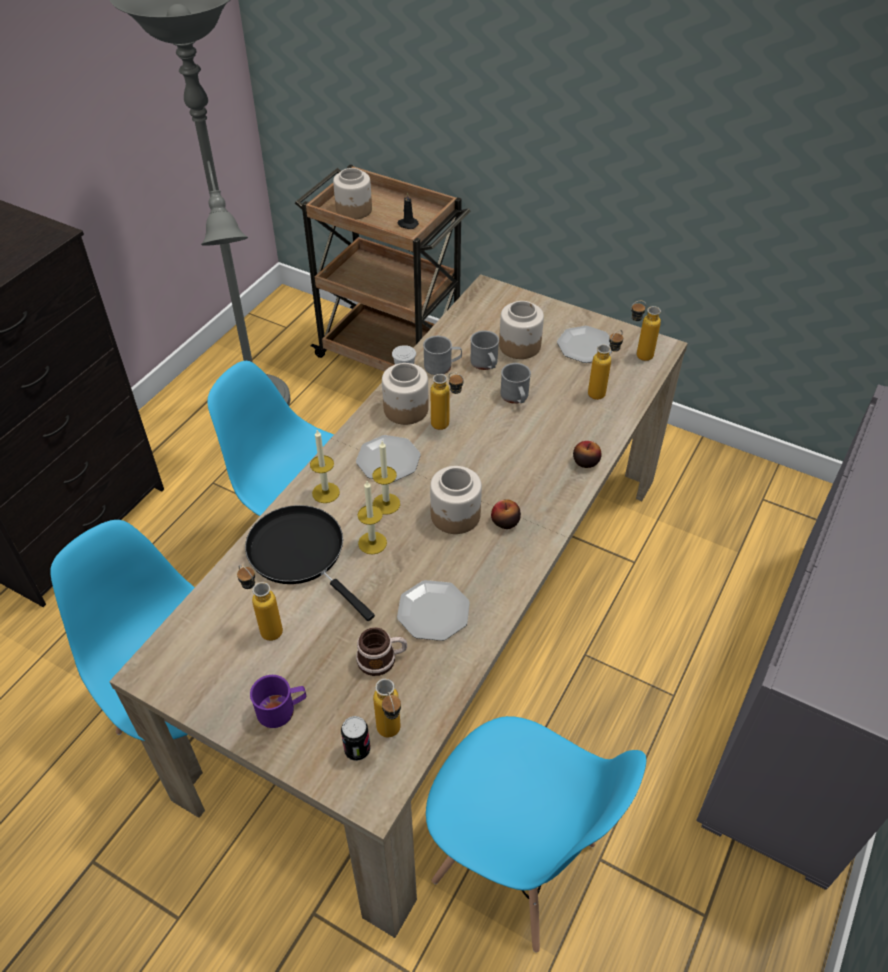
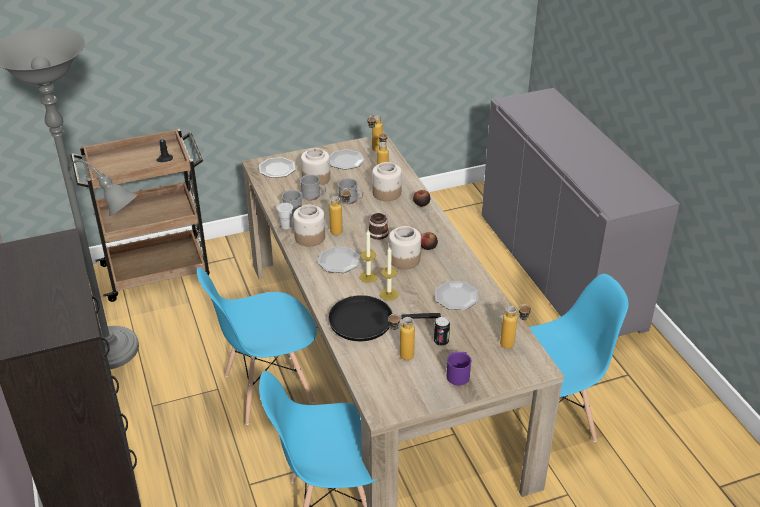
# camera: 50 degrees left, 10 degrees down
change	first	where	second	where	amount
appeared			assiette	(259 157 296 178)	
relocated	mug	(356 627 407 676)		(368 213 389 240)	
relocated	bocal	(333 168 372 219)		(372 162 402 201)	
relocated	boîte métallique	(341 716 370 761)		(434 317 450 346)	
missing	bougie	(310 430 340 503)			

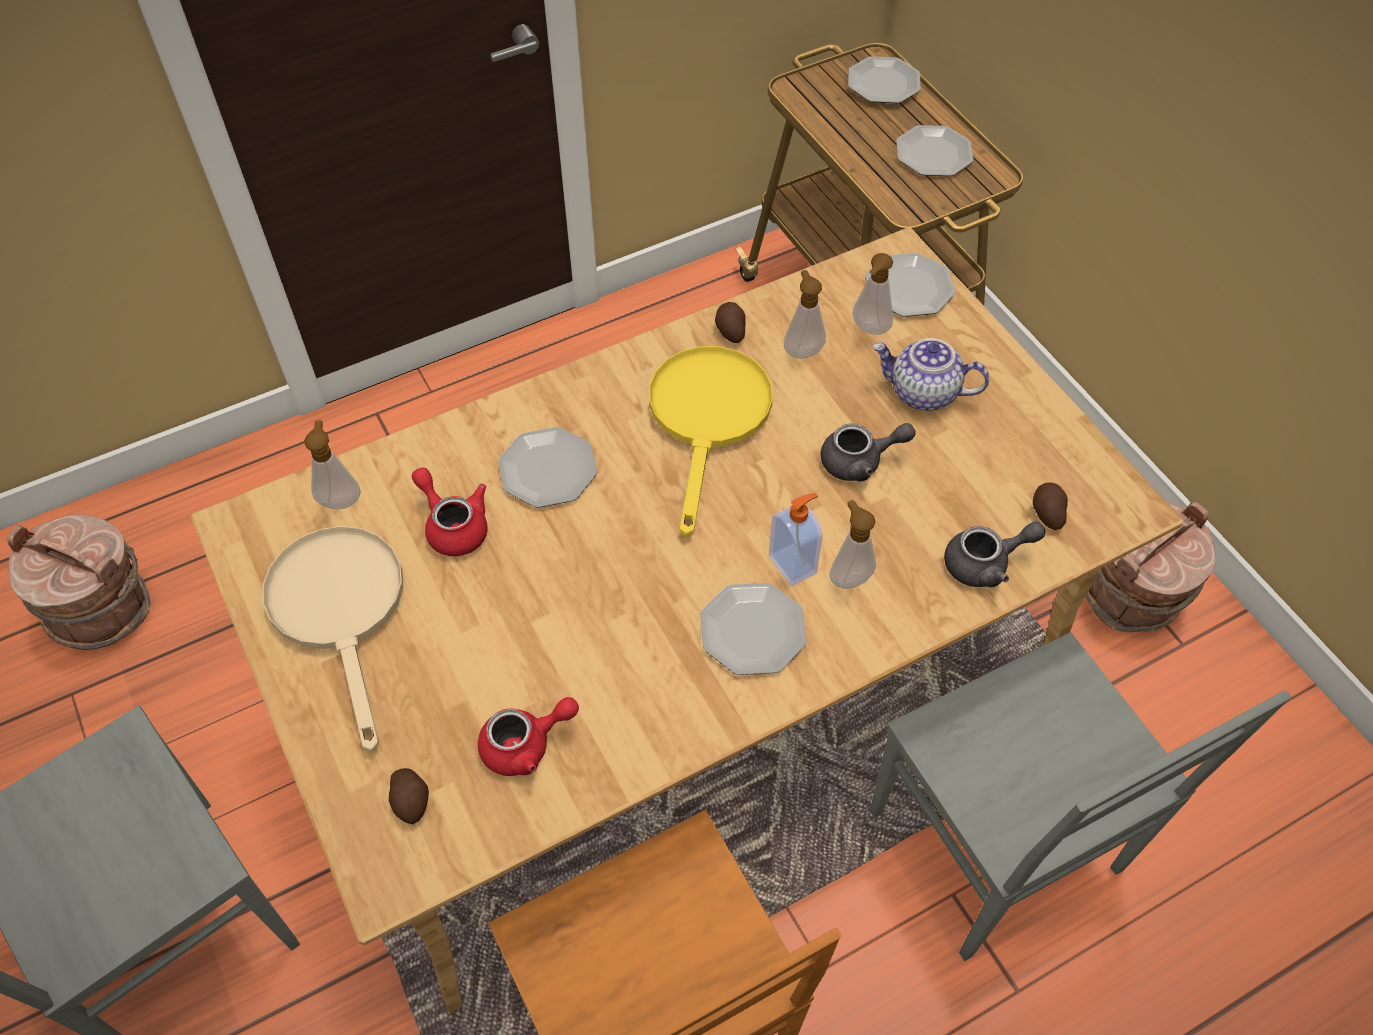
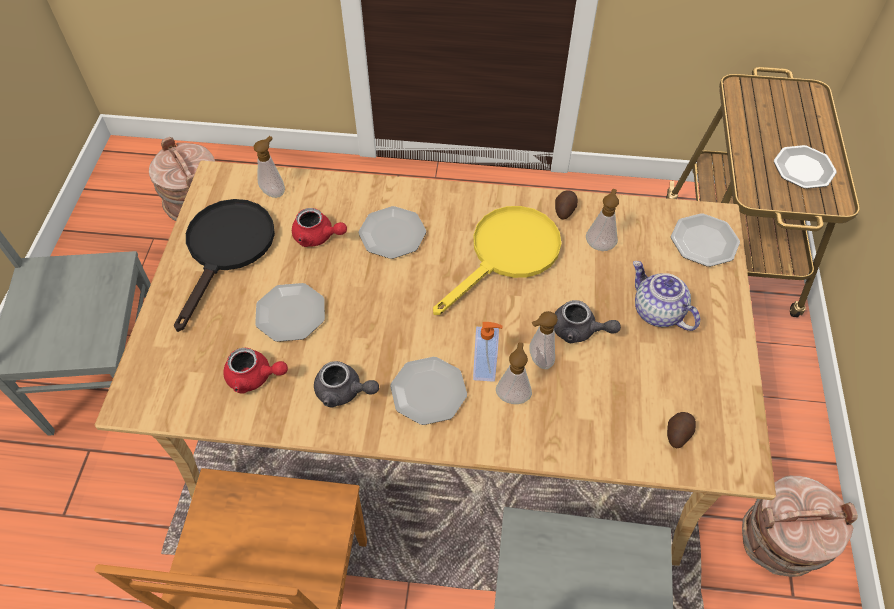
# camera: 35 degrees right, 0 degrees up
change	first	where	second	where	amount
colour	poêle (beige)	(263 526 404 752)	poêle (noir)	(174 199 275 332)	
relocated	assiette	(848 56 921 103)		(255 283 325 342)	
spun	théière (rouge)	(412 467 488 556)		(292 208 347 247)	120 degrees clockwise
relocated	théière (gris)	(944 522 1045 587)		(314 361 379 408)	
relocated	distributeur de savon	(852 253 893 335)		(529 311 558 369)	
missing	pomme de terre	(389 768 429 824)			

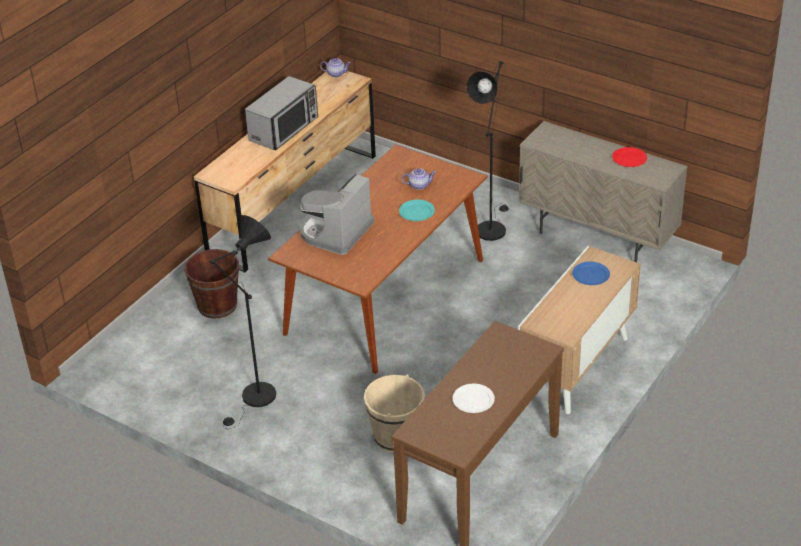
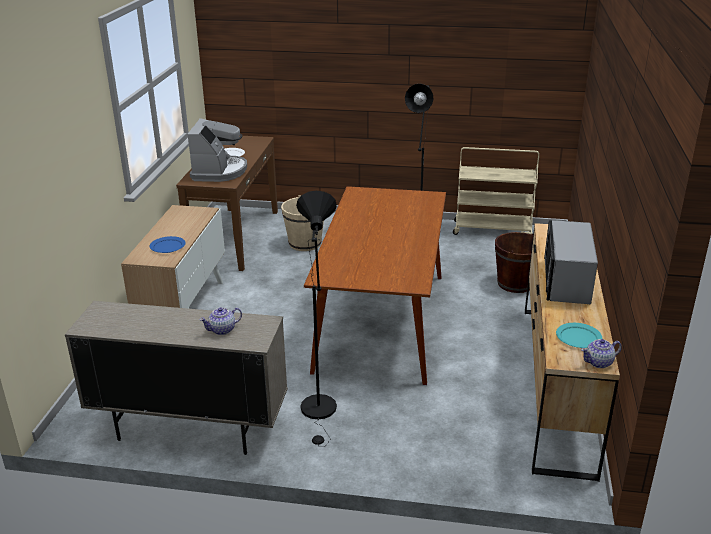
# camera: 155 degrees right, 10 degrees down
change	first	where	second	where	amount
relocated	machine à café	(299 173 374 255)		(187 118 247 182)	
relocated	théière	(402 168 436 190)		(199 307 242 335)	
appeared			chariot (beige)	(453 147 539 235)	
relocated	assiette (turquoise)	(399 200 435 221)		(556 323 602 348)	
missing	assiette (rouge)	(612 147 647 167)			

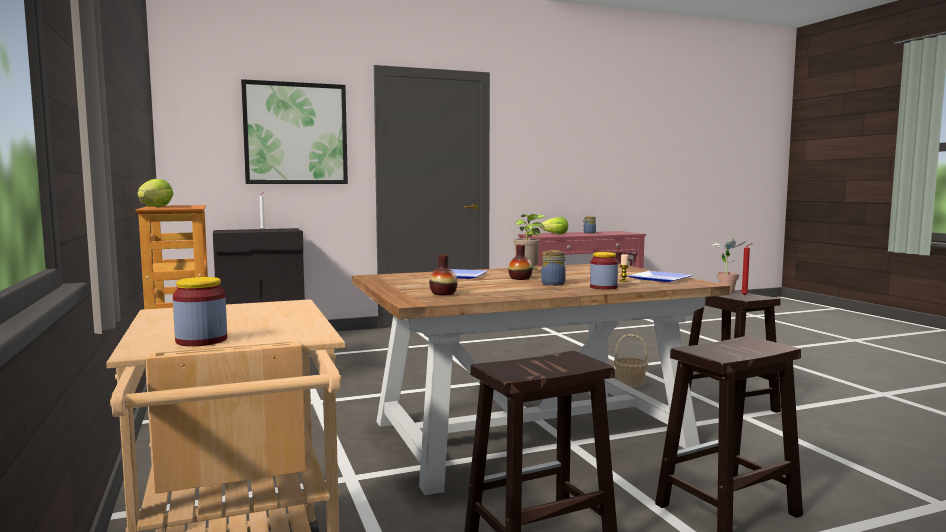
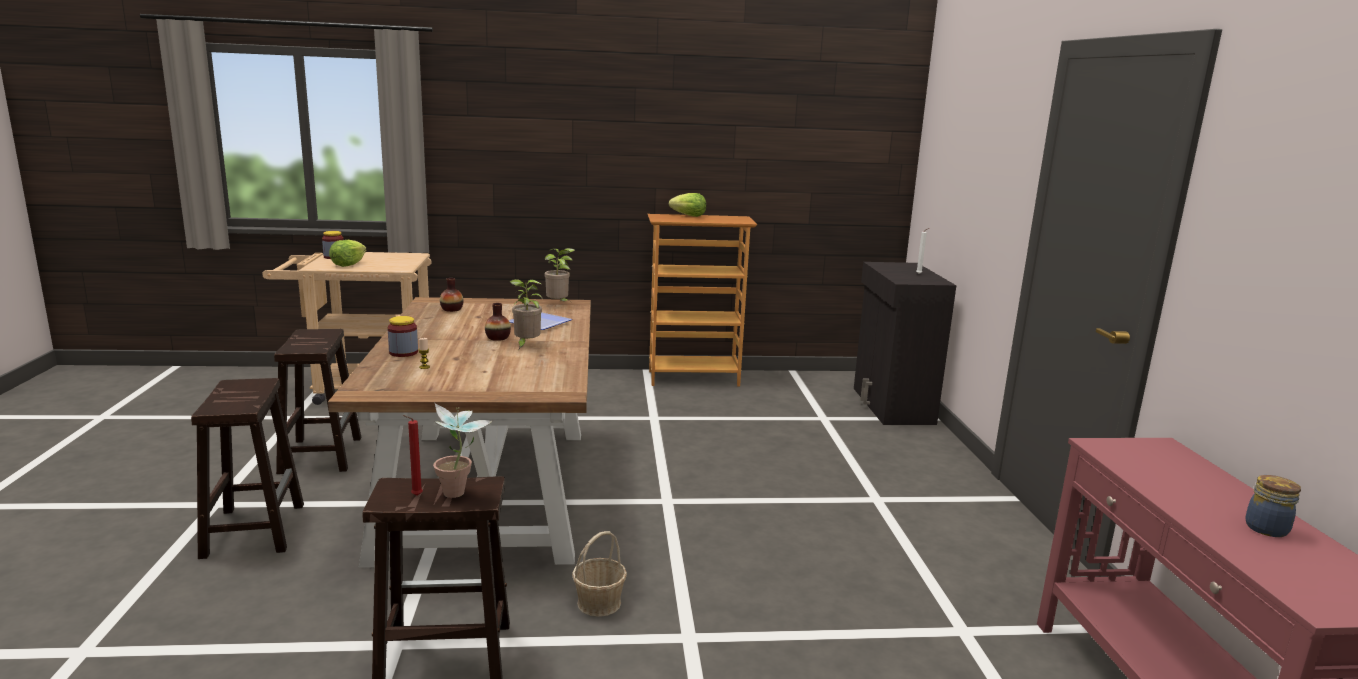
# camera: 105 degrees right, 10 degrees up
change	first	where	second	where	amount
relocated	laitue	(540 217 568 234)		(329 240 366 267)	
appeared			plante en pot	(545 248 575 302)	
missing	tableau	(241 79 348 184)			
missing	bocal	(541 250 566 286)			
missing	assiette	(628 271 692 282)			

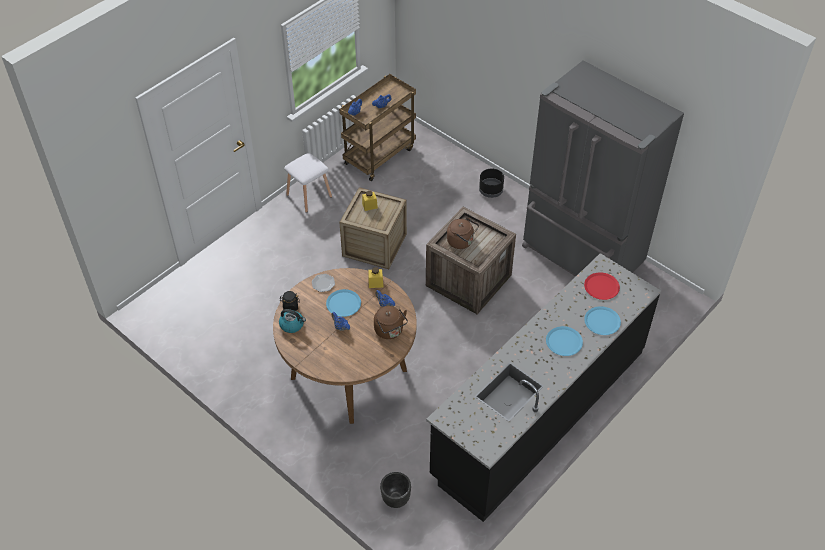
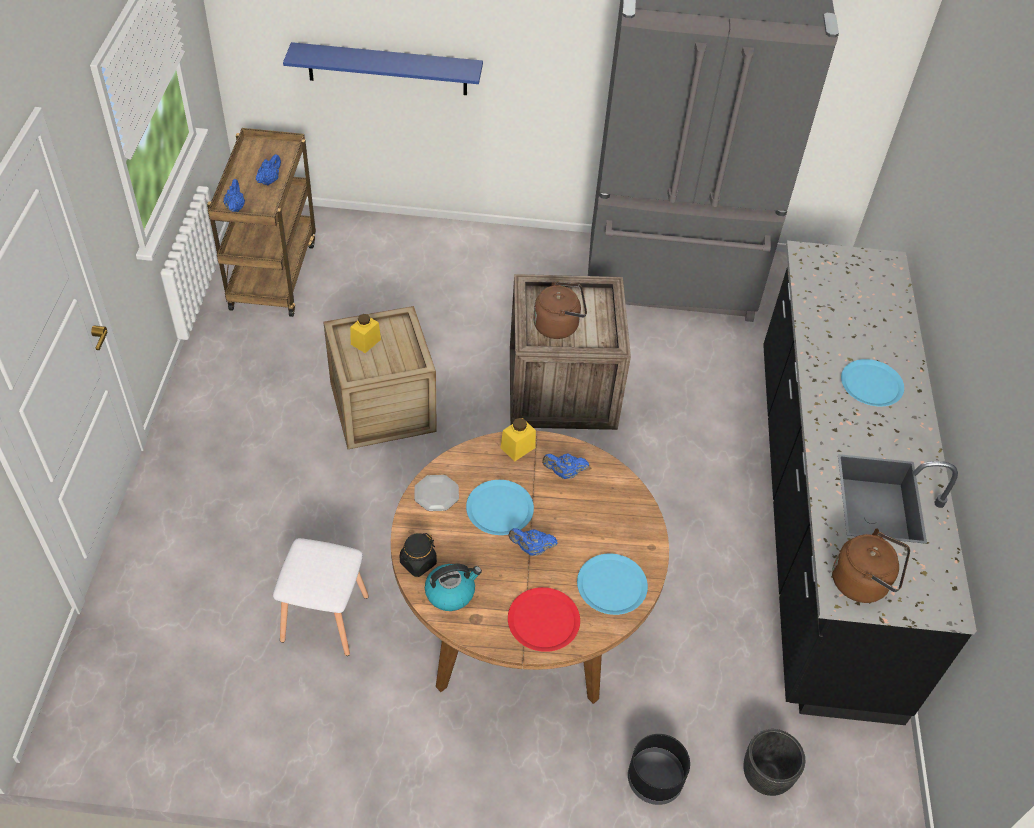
# camera: 40 degrees left, 0 degrees up
change	first	where	second	where	amount
relocated	tabouret (blanc)	(284 153 332 213)		(273 538 369 656)	
appeared			étagère (bleu)	(283 42 483 95)	
relocated	assiette (rouge)	(584 272 620 300)		(508 587 580 652)	
relocated	assiette (bleu)	(584 306 621 335)		(577 554 648 615)	
relocated	cache-pot (noir)	(479 169 504 198)		(628 734 690 805)	
relocated	bouilloire (marron)	(374 306 408 339)		(832 529 910 603)	

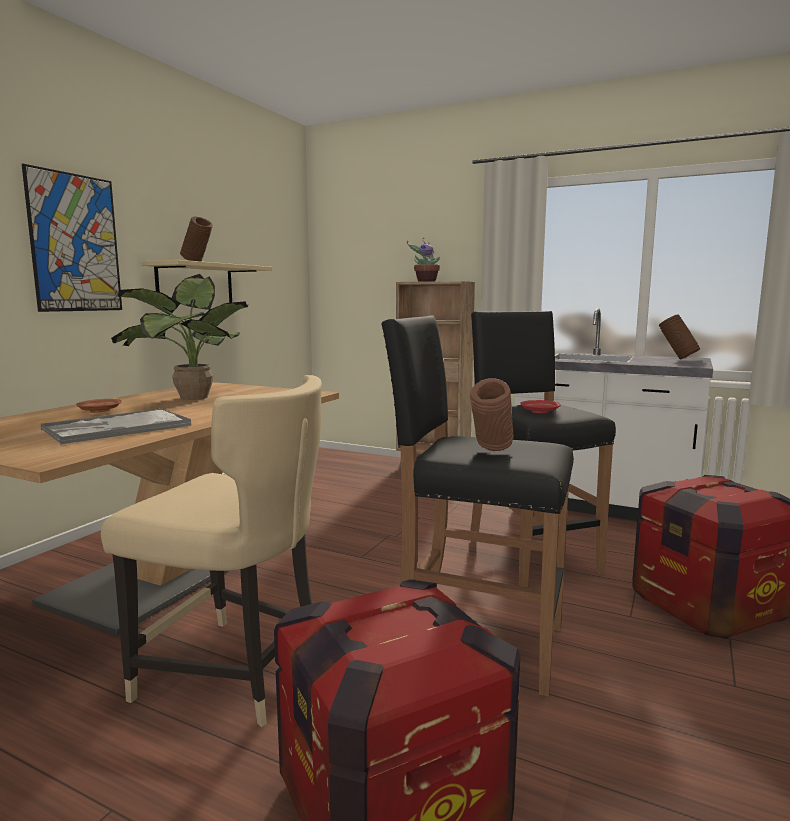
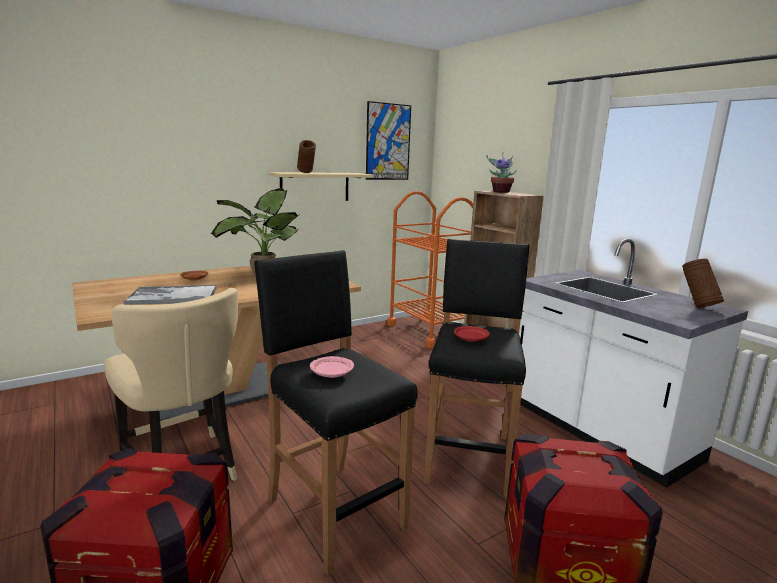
# camera: 30 degrees right, 5 degrees up
change	first	where	second	where	amount
exchanged	vase (marron)	(470 378 513 451)	assiette (rose)	(310 356 354 378)	
relocated	tableau	(22 164 122 312)		(366 101 411 180)	
appeared			chariot (orange)	(387 191 473 348)	

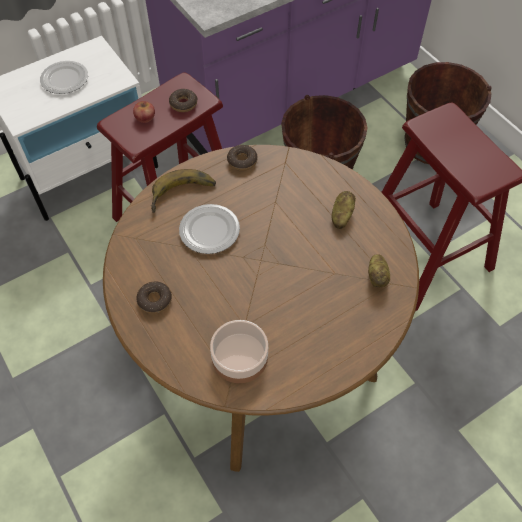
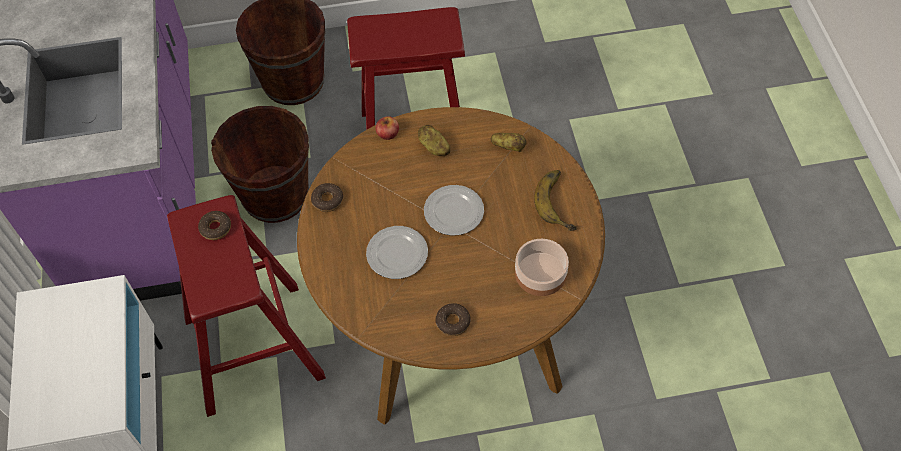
# camera: 65 degrees left, 0 degrees up
change	first	where	second	where	amount
relocated	pomme	(133 101 155 123)		(376 116 399 140)	
relocated	assiette	(40 61 88 94)		(424 185 484 236)	
relocated	banane	(151 169 216 213)		(534 170 577 231)	

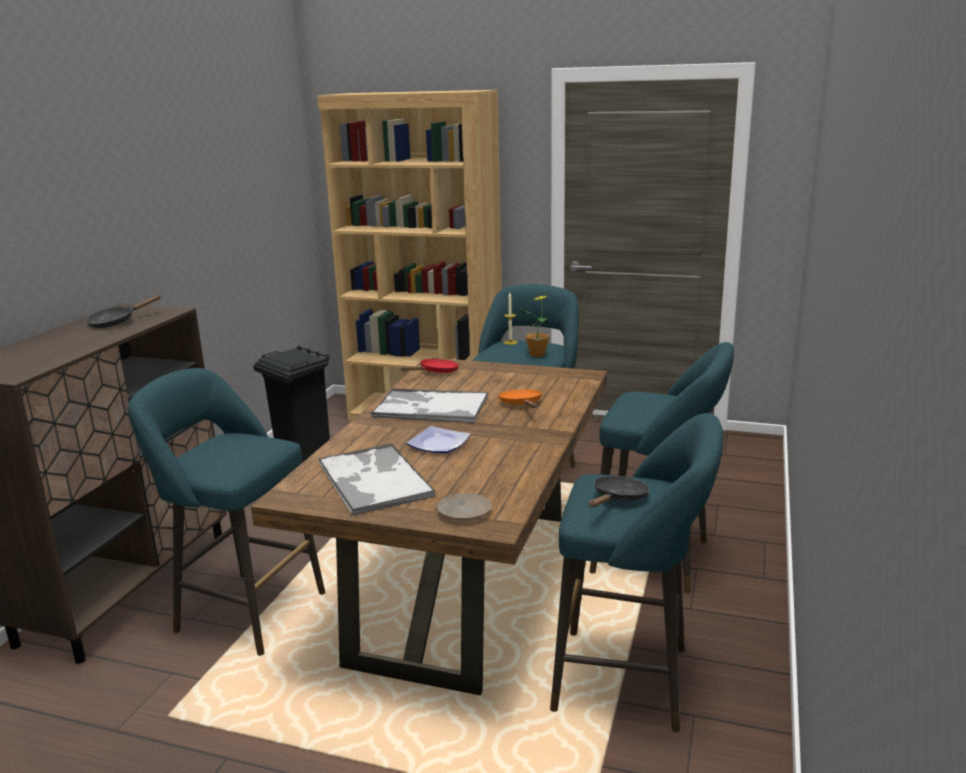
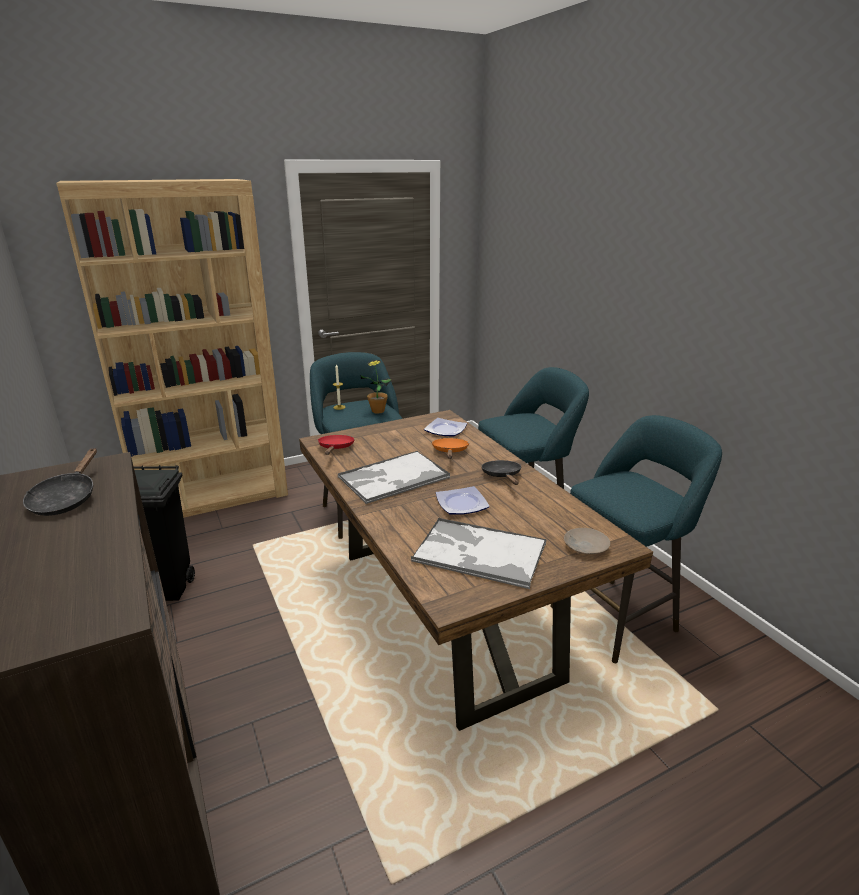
# camera: 45 degrees left, 5 degrees up
change	first	where	second	where	amount
appeared			assiette	(424 418 467 437)	
spun	poêle (orange)	(498 389 542 408)		(432 438 469 459)	60 degrees clockwise
relocated	poêle (noir)	(589 476 650 507)		(482 460 521 485)	
missing	tabouret (turquoise)	(128 368 325 656)			

